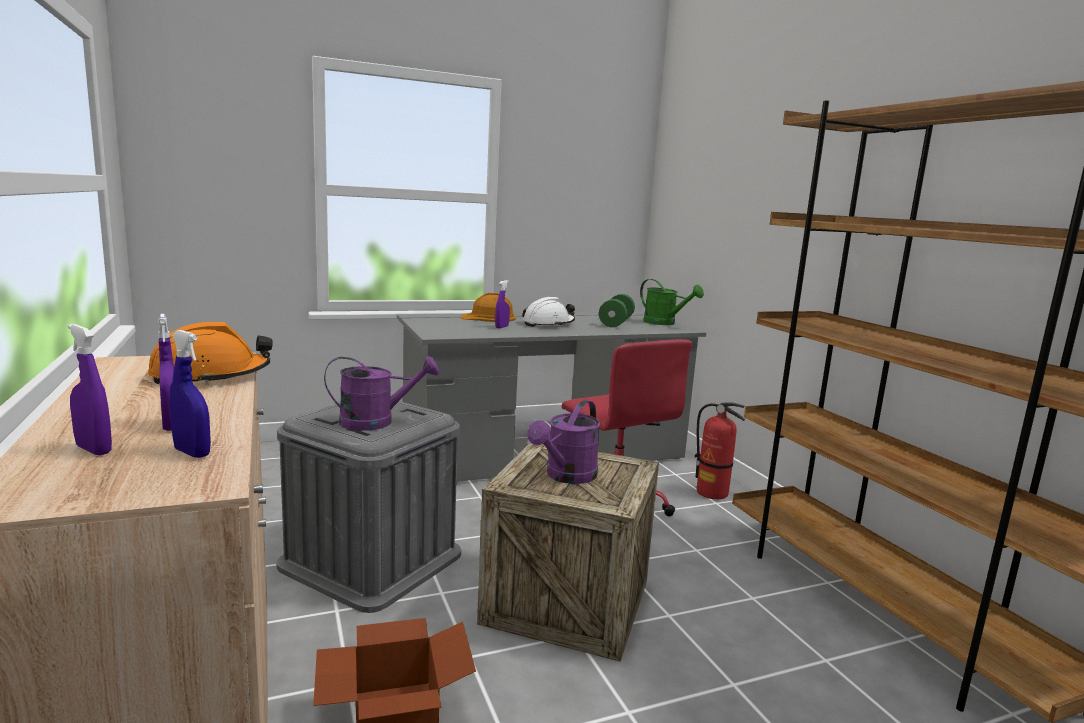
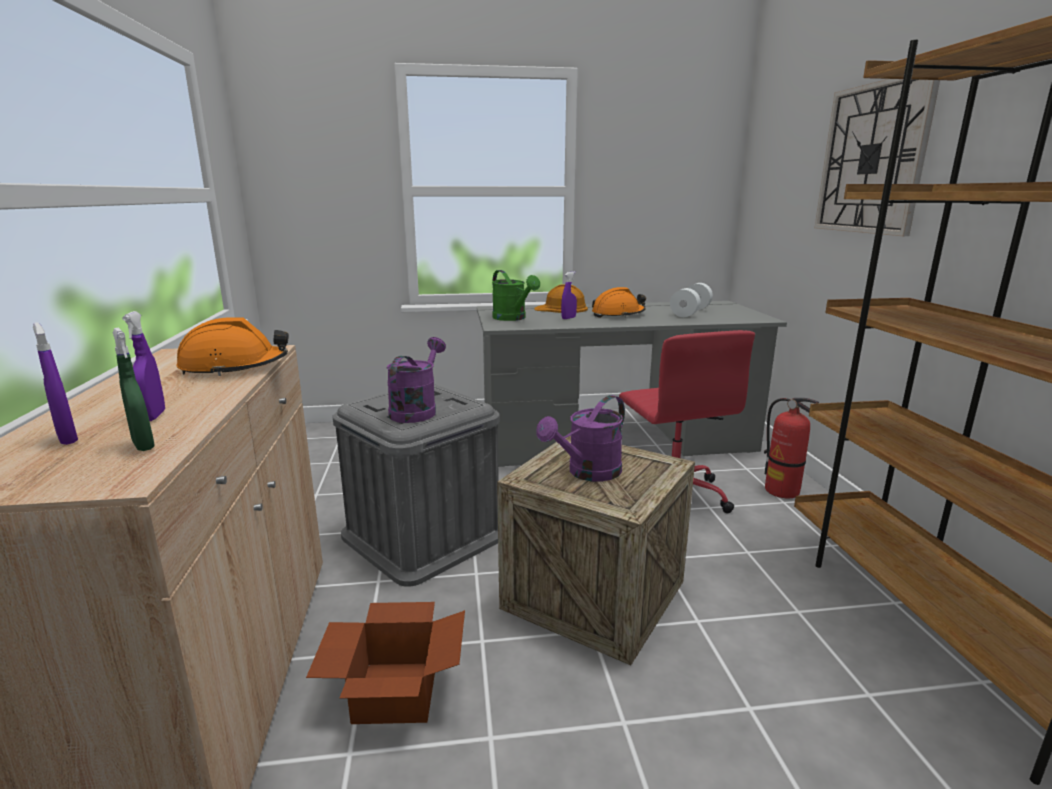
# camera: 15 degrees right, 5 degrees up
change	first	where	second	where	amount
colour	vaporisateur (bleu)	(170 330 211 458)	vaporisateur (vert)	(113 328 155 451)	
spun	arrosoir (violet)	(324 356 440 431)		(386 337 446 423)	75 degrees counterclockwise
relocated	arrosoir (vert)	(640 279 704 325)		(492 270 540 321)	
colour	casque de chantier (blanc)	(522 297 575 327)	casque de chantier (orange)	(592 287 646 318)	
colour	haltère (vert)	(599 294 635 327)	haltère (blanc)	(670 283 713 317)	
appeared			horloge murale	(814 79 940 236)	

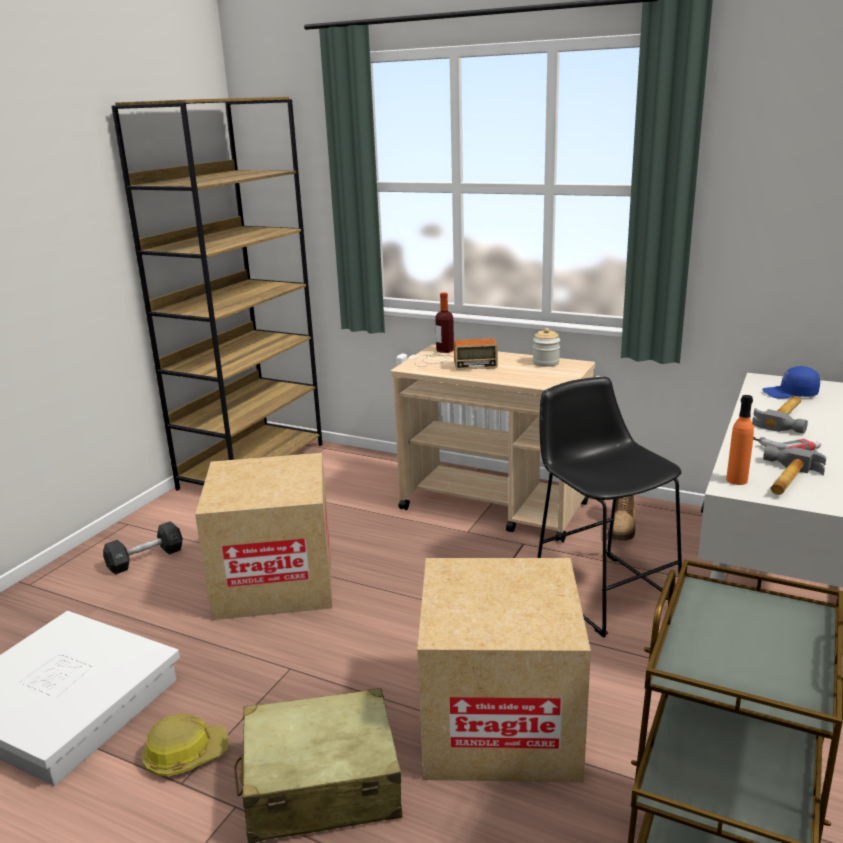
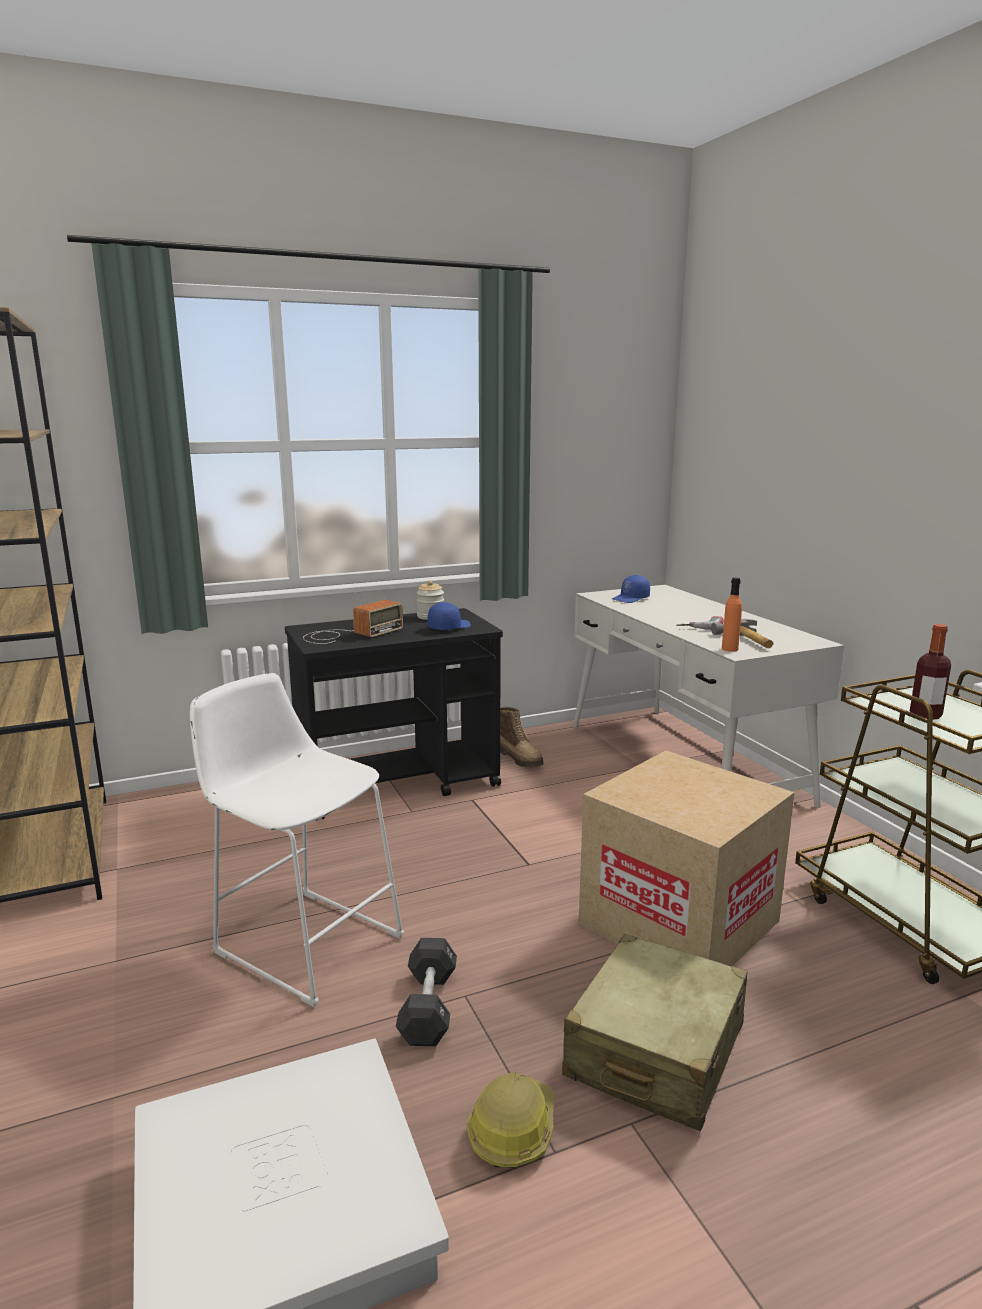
# camera: 50 degrees left, 5 degrees down
change	first	where	second	where	amount
exchanged	carton	(195 453 332 620)	tabouret (blanc)	(190 673 405 1007)	
colour	chariot (beige)	(391 345 595 542)	chariot (noir)	(285 608 503 820)	
relocated	haltère (noir)	(103 521 183 574)		(396 938 457 1046)	
appeared			casquette (bleu)	(428 602 471 630)	
relocated	bouteille	(435 293 454 353)		(910 624 951 719)	
missing	tabouret (noir)	(537 376 682 638)			
missing	marteau	(752 396 808 434)			

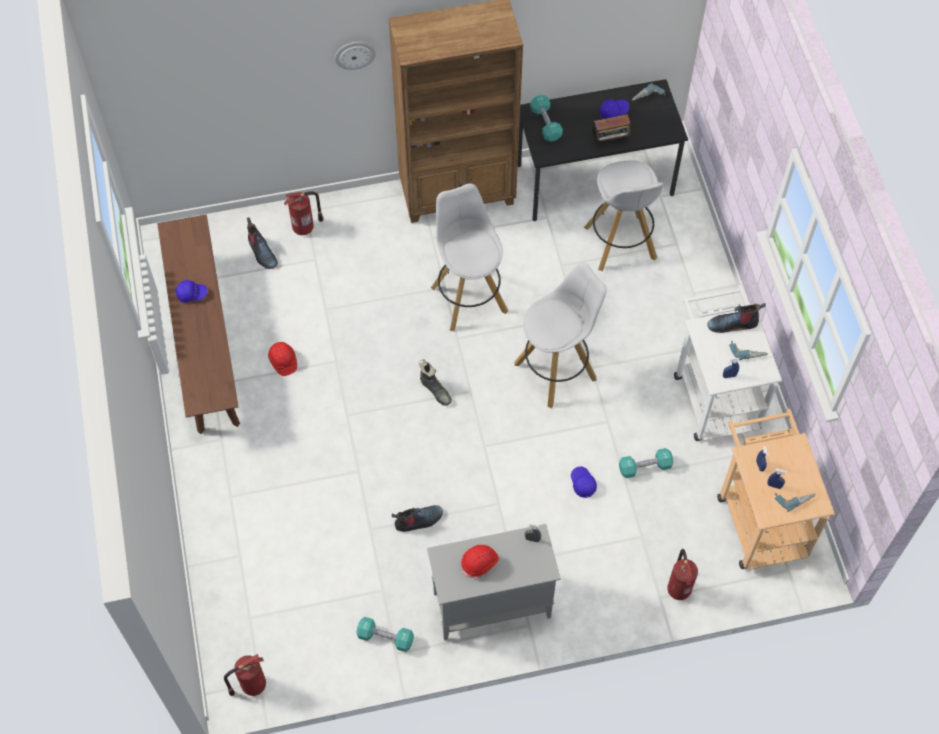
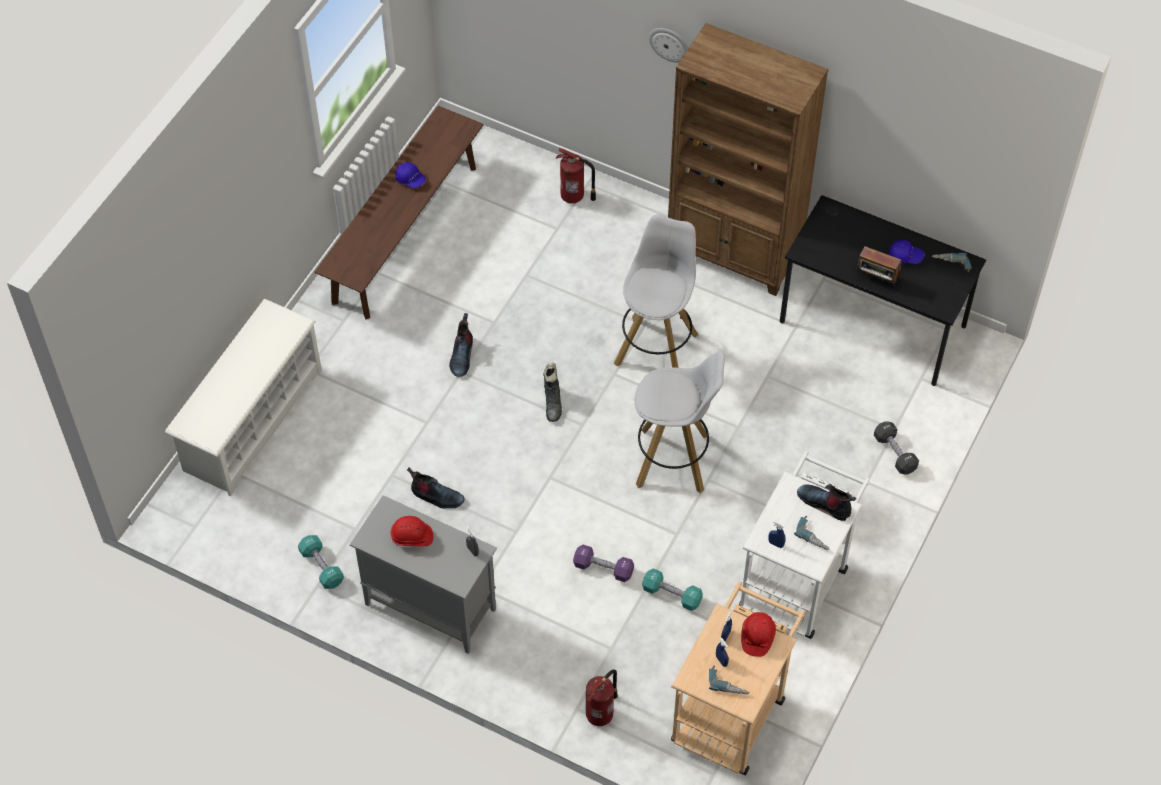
# camera: 40 degrees right, 5 degrees down
change	first	where	second	where	amount
appeared			étagère à chaussures (blanc)	(165 299 322 497)	
relocated	botte	(247 217 278 269)		(449 313 473 377)	
exchanged	casquette (bleu)	(571 466 597 498)	haltère (violet)	(573 544 634 582)	
relocated	casque de chantier (rouge)	(268 342 297 376)		(741 612 776 657)	
appeared			haltère (noir)	(874 421 919 474)	
missing	extincteur	(224 654 266 696)			
missing	haltère (turquoise)	(530 95 563 142)			
missing	tabouret (blanc)	(584 160 664 271)			

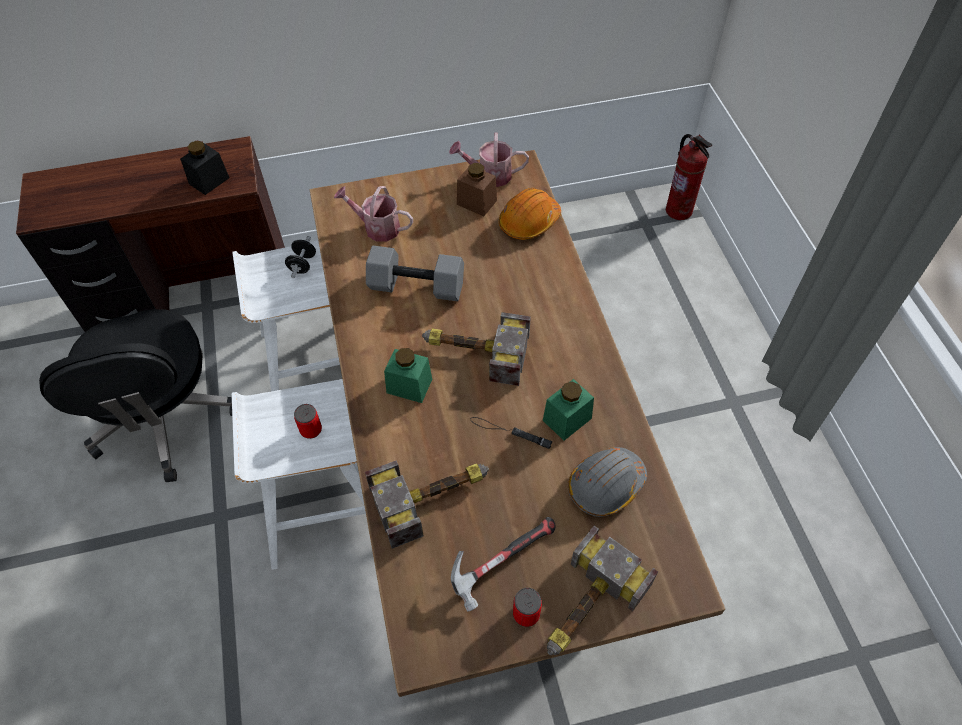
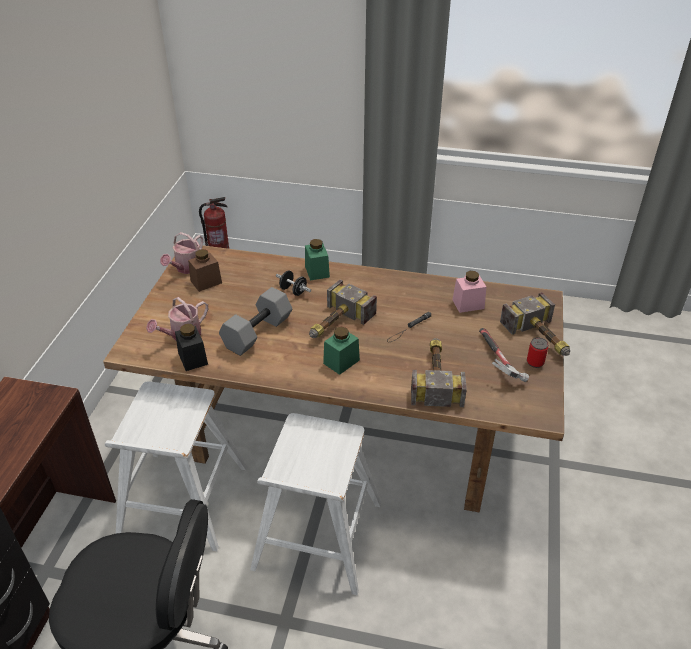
# camera: 65 degrees left, 15 degrees down
change	first	where	second	where	amount
relocated	bocal (noir)	(180 141 229 195)		(175 324 208 371)	
relocated	haltère (noir)	(285 236 316 278)		(276 270 311 296)	
relocated	bocal (vert)	(543 379 594 441)		(305 239 330 280)	
exchanged	casque de chantier (gris)	(568 447 647 517)	bocal (rose)	(452 271 486 313)	
missing	boîte métallique	(294 404 322 439)			
missing	casque de chantier (orange)	(499 188 561 240)			

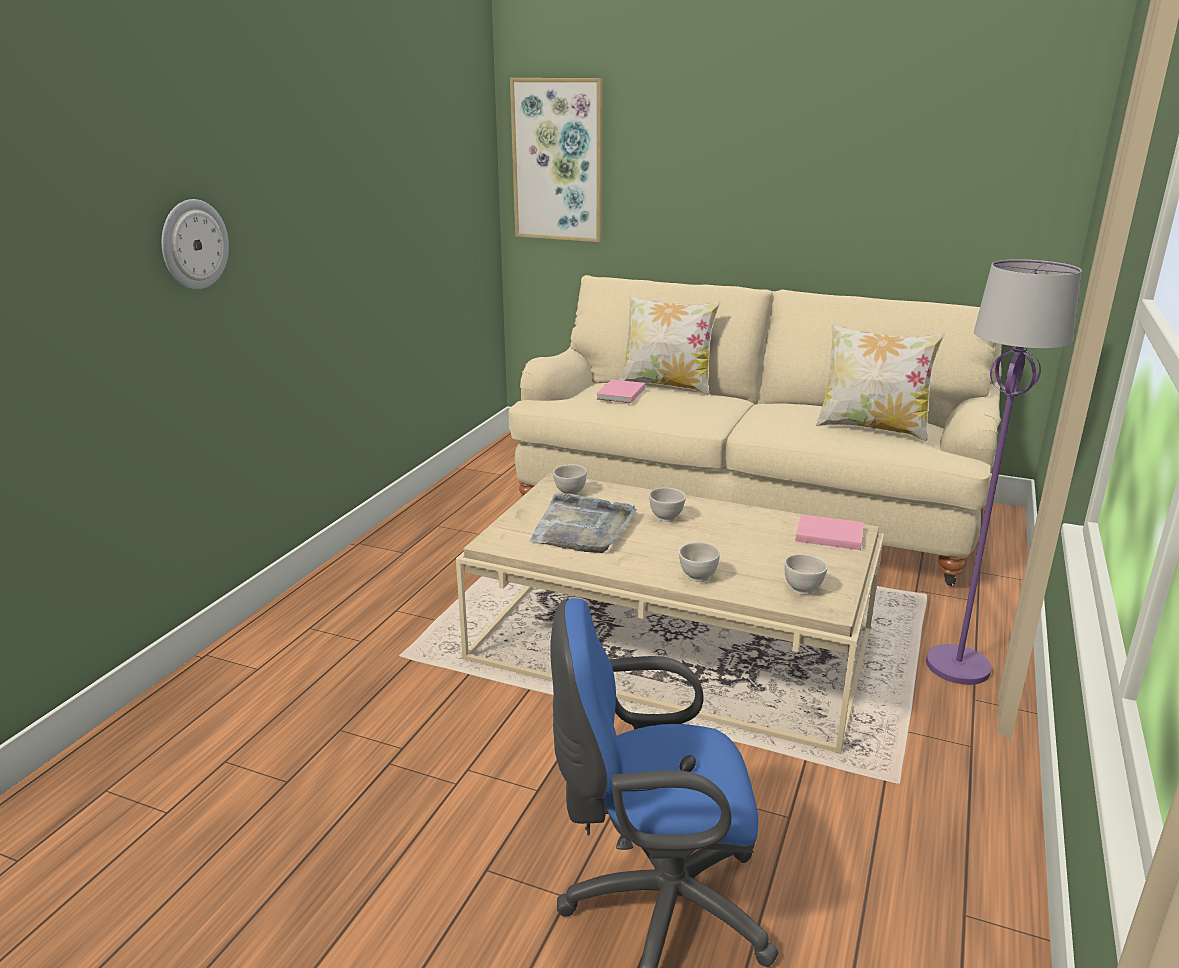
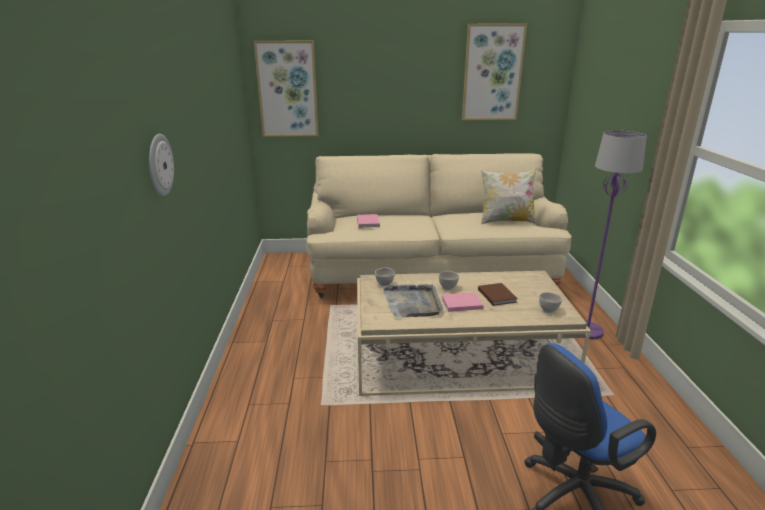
# camera: 25 degrees left, 0 degrees up
change	first	where	second	where	amount
relocated	livre (rose)	(796 514 864 550)		(441 292 484 312)	
appeared			tableau	(462 24 527 120)	
appeared			livre (marron)	(478 283 518 306)	
missing	coussin	(619 295 721 396)			
missing	bol (blanc)	(679 542 720 582)			

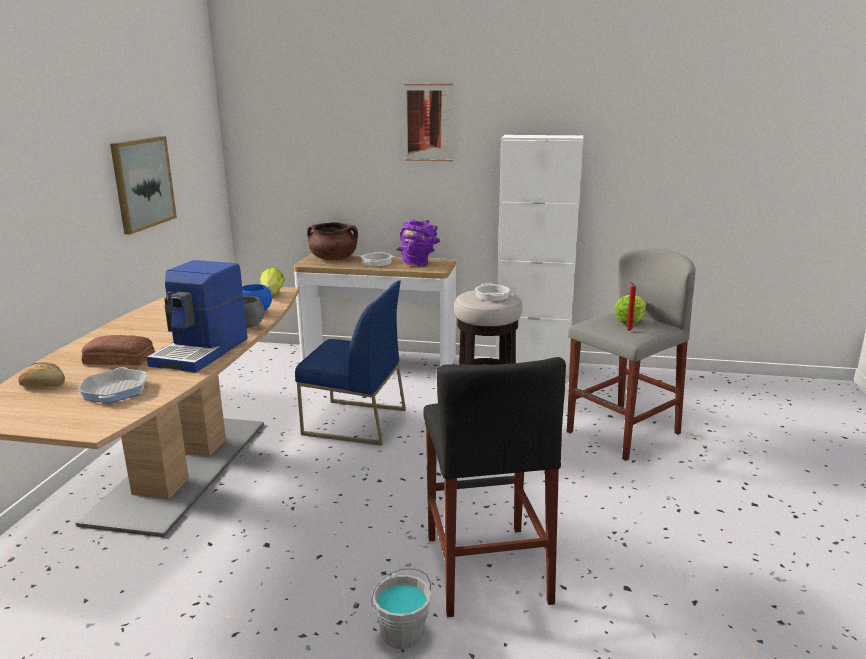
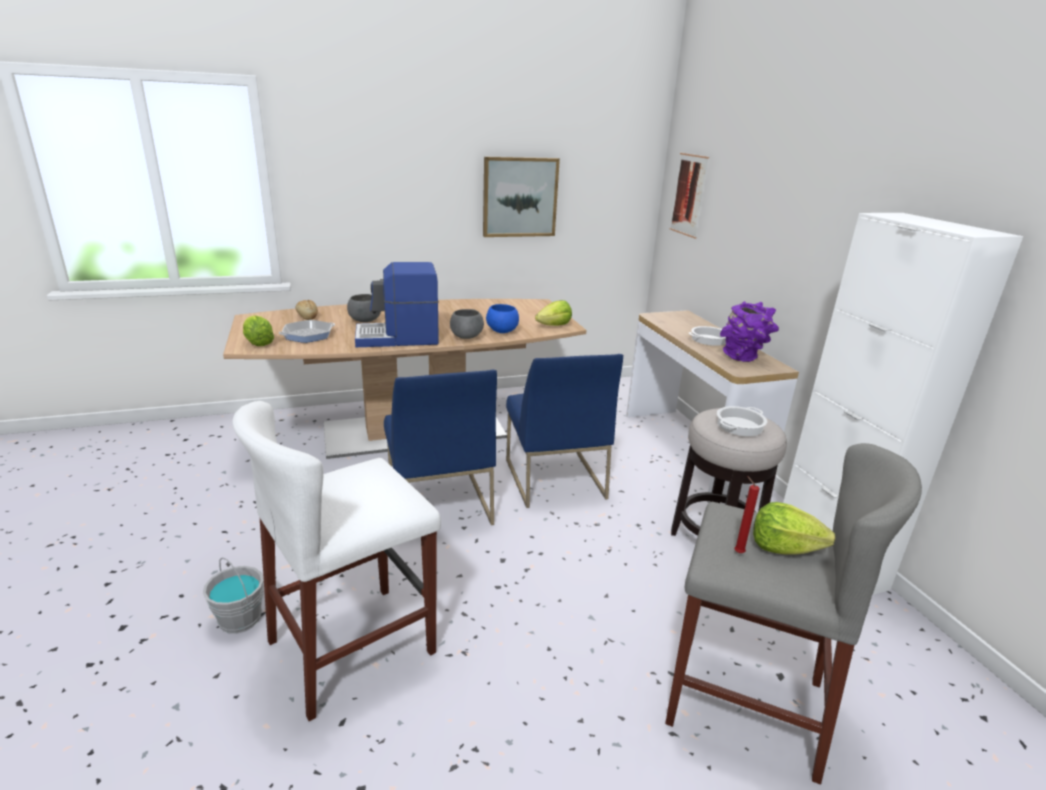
# camera: 60 degrees right, 5 degrees up
change	first	where	second	where	amount
colour	tabouret (noir)	(423 357 566 617)	tabouret (blanc)	(233 401 441 721)	
appeared			laitue	(243 315 274 346)	
exchanged	pain	(82 335 155 366)	bol (gris)	(347 294 381 322)	
appeared			chaise (bleu)	(384 370 497 525)	
relocated	tableau	(404 84 453 161)		(670 153 709 239)	
missing	marmite (marron)	(307 222 358 260)			

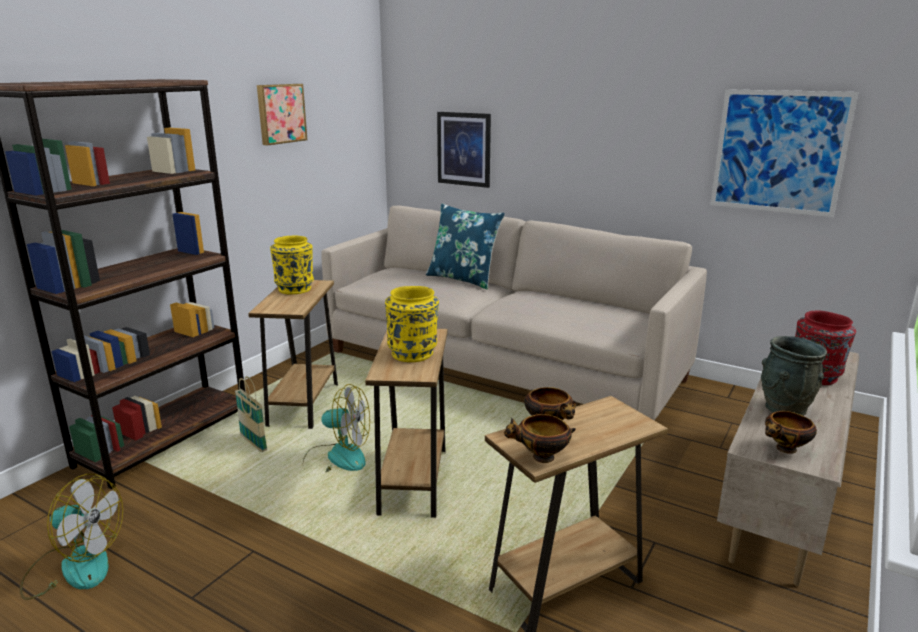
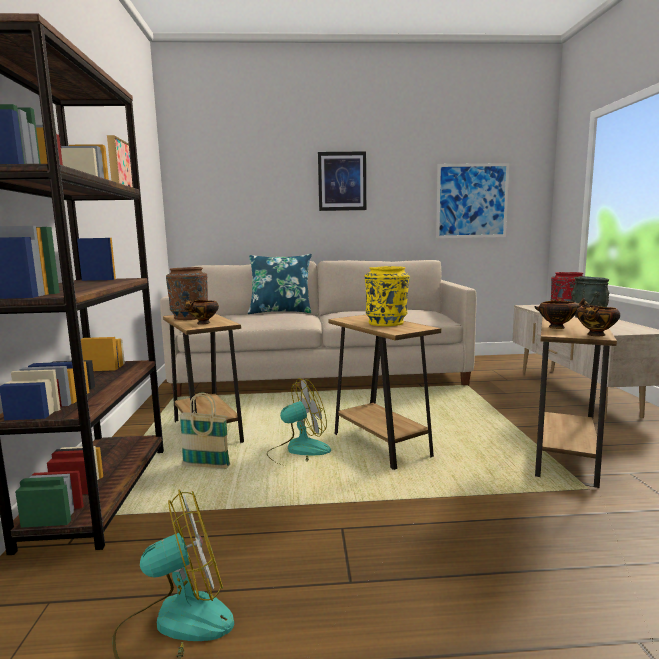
# camera: 35 degrees left, 10 degrees down
change	first	where	second	where	amount
colour	vase (jaune)	(270 236 314 294)	vase (marron)	(166 267 208 320)	
relocated	bol	(765 411 817 454)		(184 299 219 325)	
relocated	tableau	(437 112 491 188)		(318 151 366 211)	

